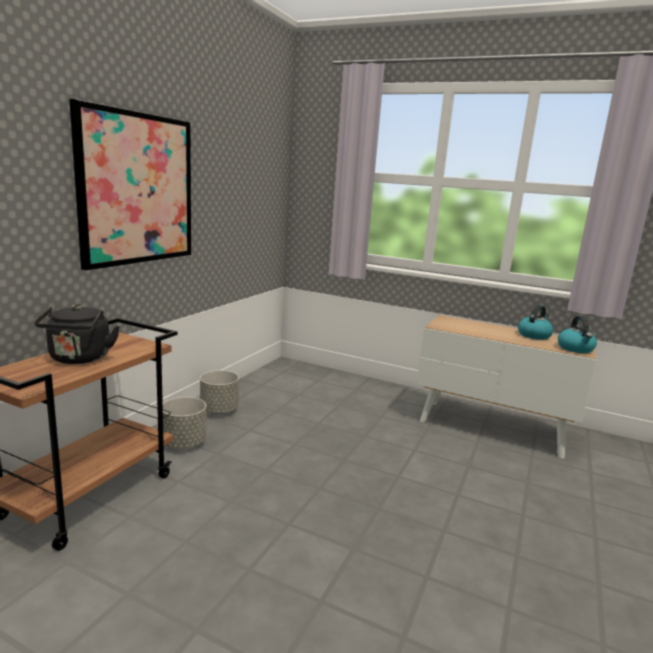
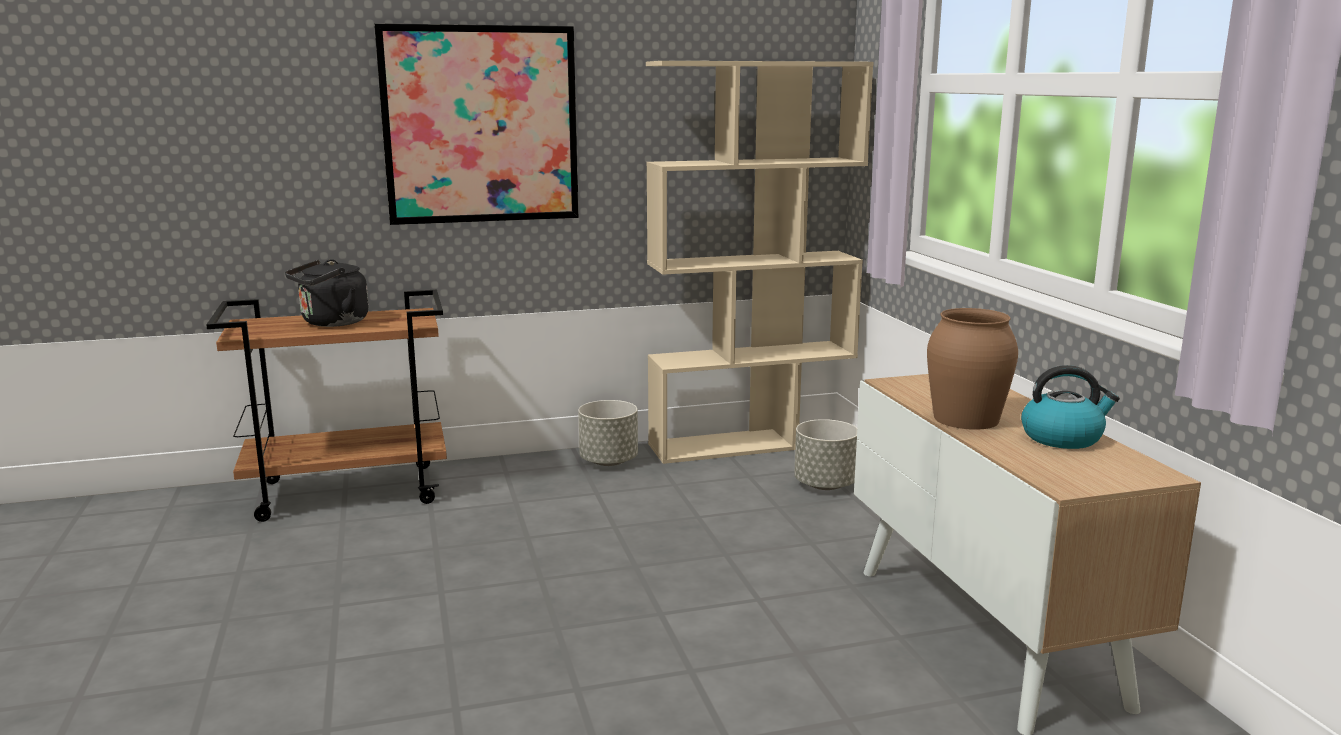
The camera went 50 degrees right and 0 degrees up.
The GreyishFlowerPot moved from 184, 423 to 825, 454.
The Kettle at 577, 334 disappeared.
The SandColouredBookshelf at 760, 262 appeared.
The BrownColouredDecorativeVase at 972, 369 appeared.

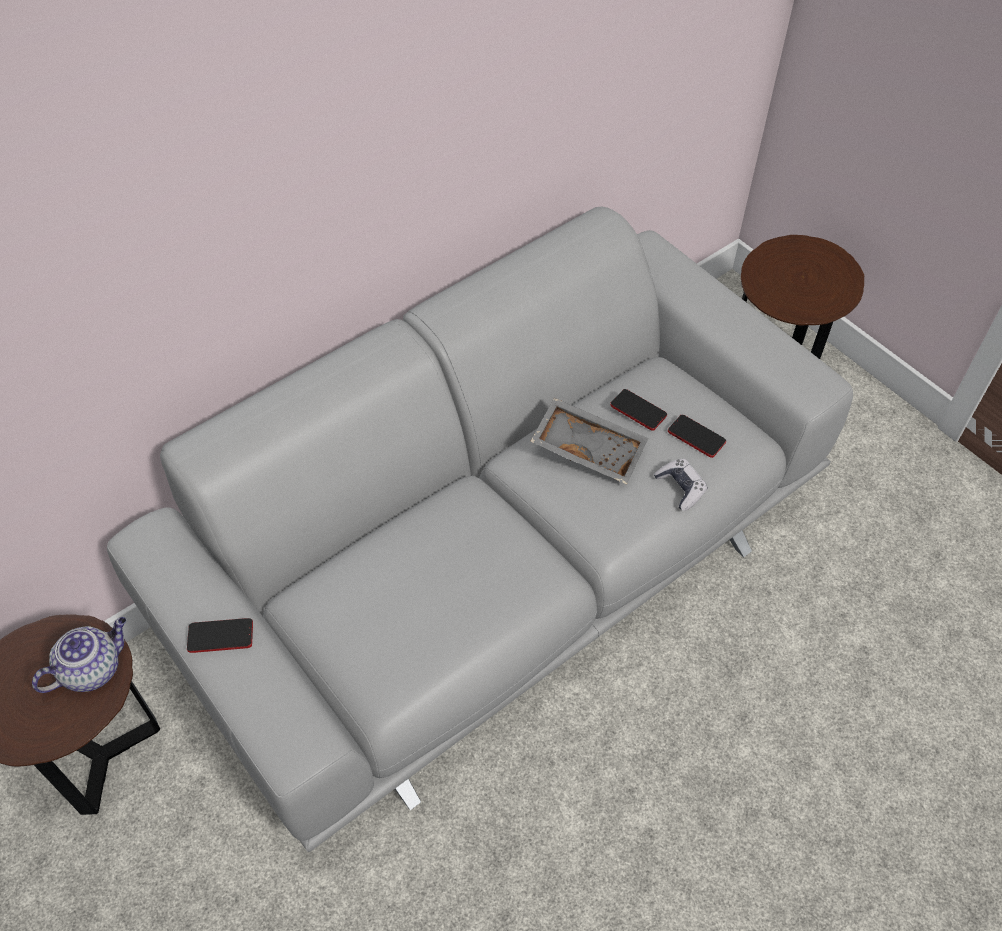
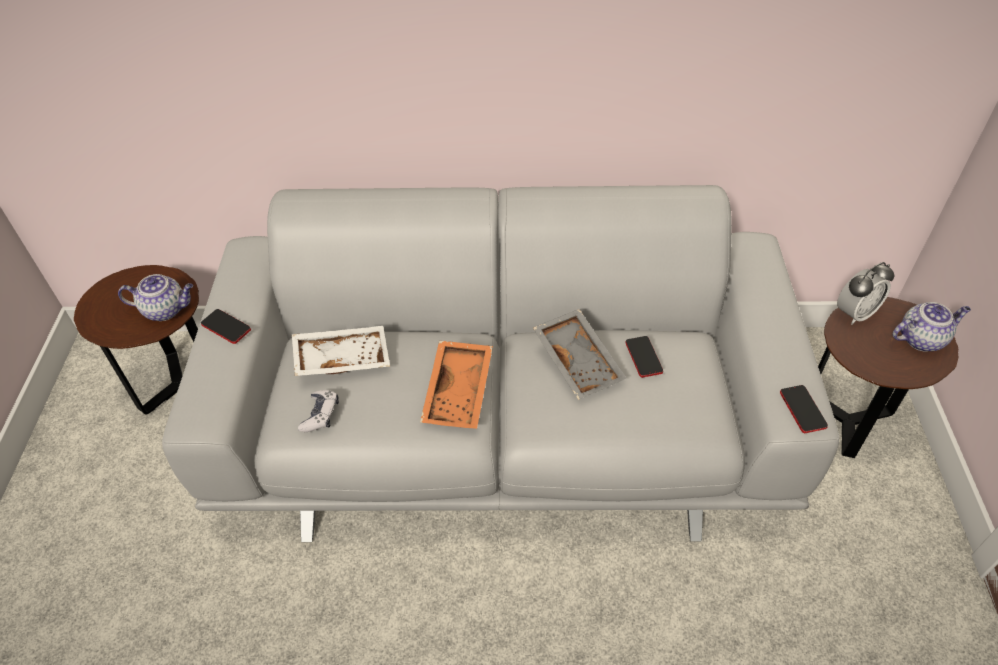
The camera went 40 degrees right and 5 degrees down.
The Joypad moved from 680, 485 to 318, 411.
The Telephone moved from 697, 436 to 804, 409.
The WhiteCarryingTray at 341, 351 appeared.
The OrangeColouredCarryingTray at 456, 385 appeared.
The BedsideClock at 865, 293 appeared.
The PotForTea at 932, 327 appeared.

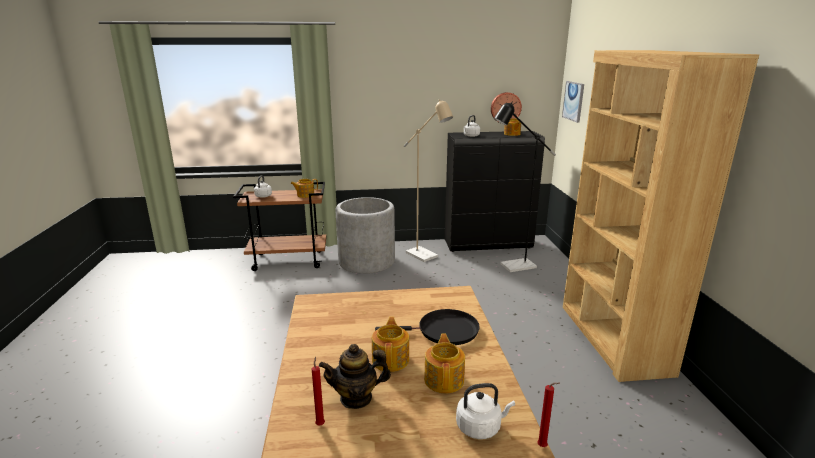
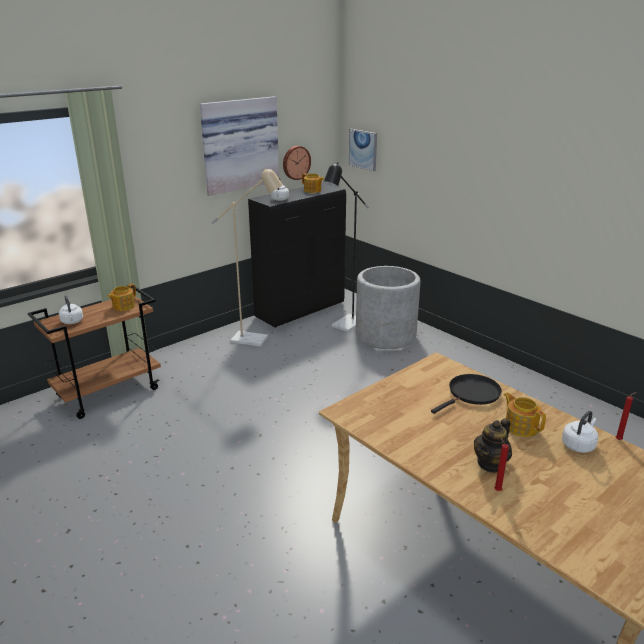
The camera went 35 degrees left and 5 degrees up.
The GreyishFlowerPot moved from 365, 235 to 388, 307.
The PotForTea at 390, 344 disappeared.
The BrownColouredBookshelf at 661, 216 disappeared.
The WallPicture at 239, 146 appeared.

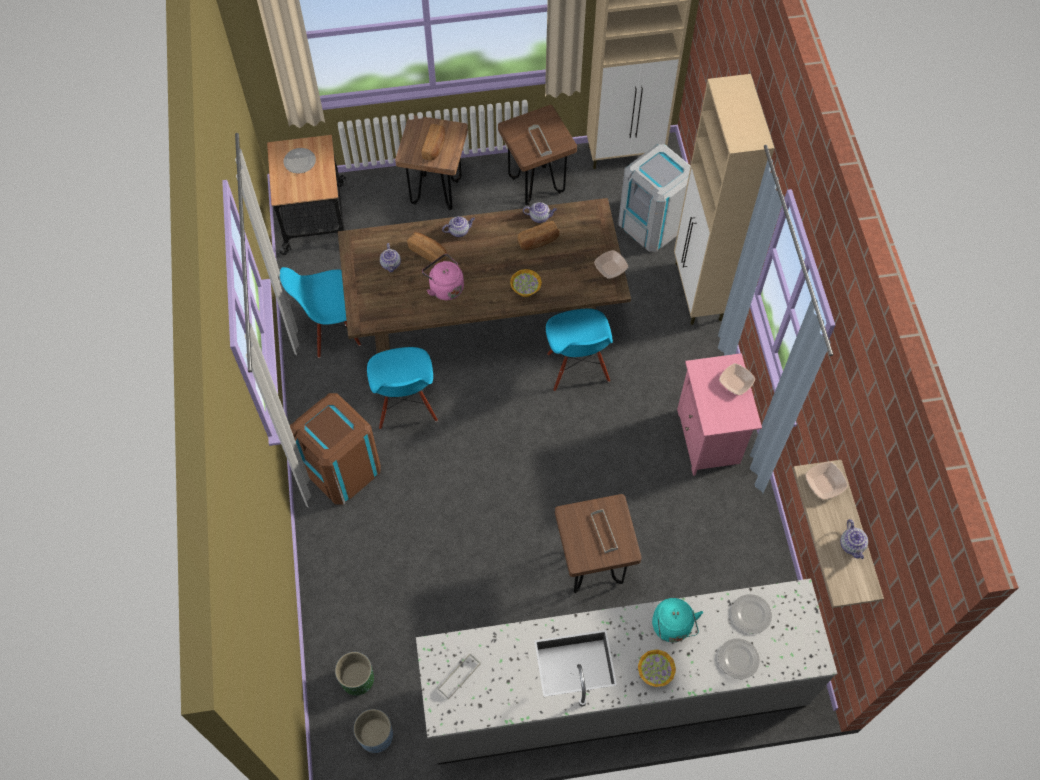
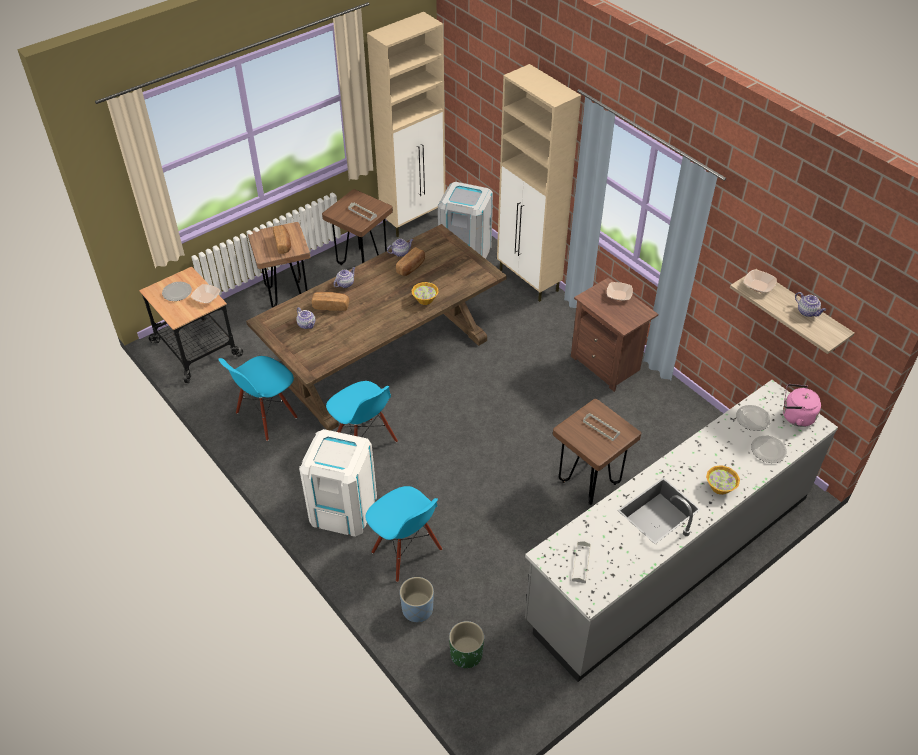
The camera went 30 degrees left and 15 degrees down.
The BrownColouredWasteBin at 335, 449 became the WhiteWasteBin at 338, 483.
The BlueFlowerPot moved from 373, 731 to 417, 600.
The PinkColouredKettle moved from 443, 277 to 802, 405.
The BlueUprightChair moved from 579, 350 to 403, 534.
The DeepDish moved from 611, 264 to 205, 293.
The BlueGreenKettle at 677, 620 disappeared.
The PinkColouredNightTable at 719, 414 became the BrownColouredNightTable at 614, 334.

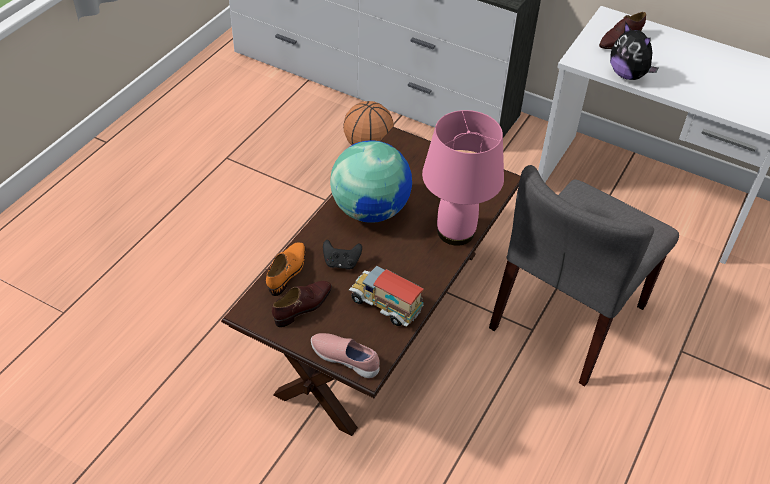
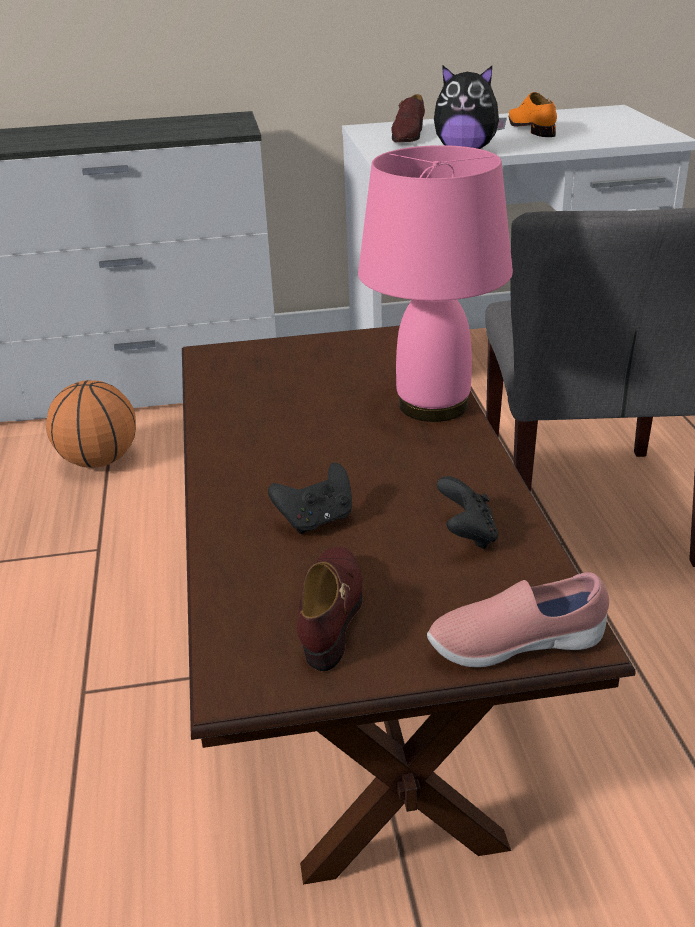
The camera went 35 degrees left and 15 degrees down.
The OrangeColouredLowShoe moved from 285, 269 to 533, 114.
The WorldGlobe at 371, 181 disappeared.
The ToyTruck at 386, 296 was replaced by the BlackJoypad at 467, 512.

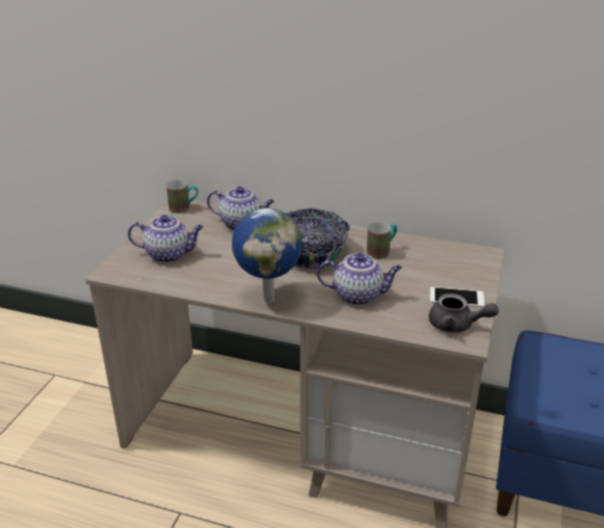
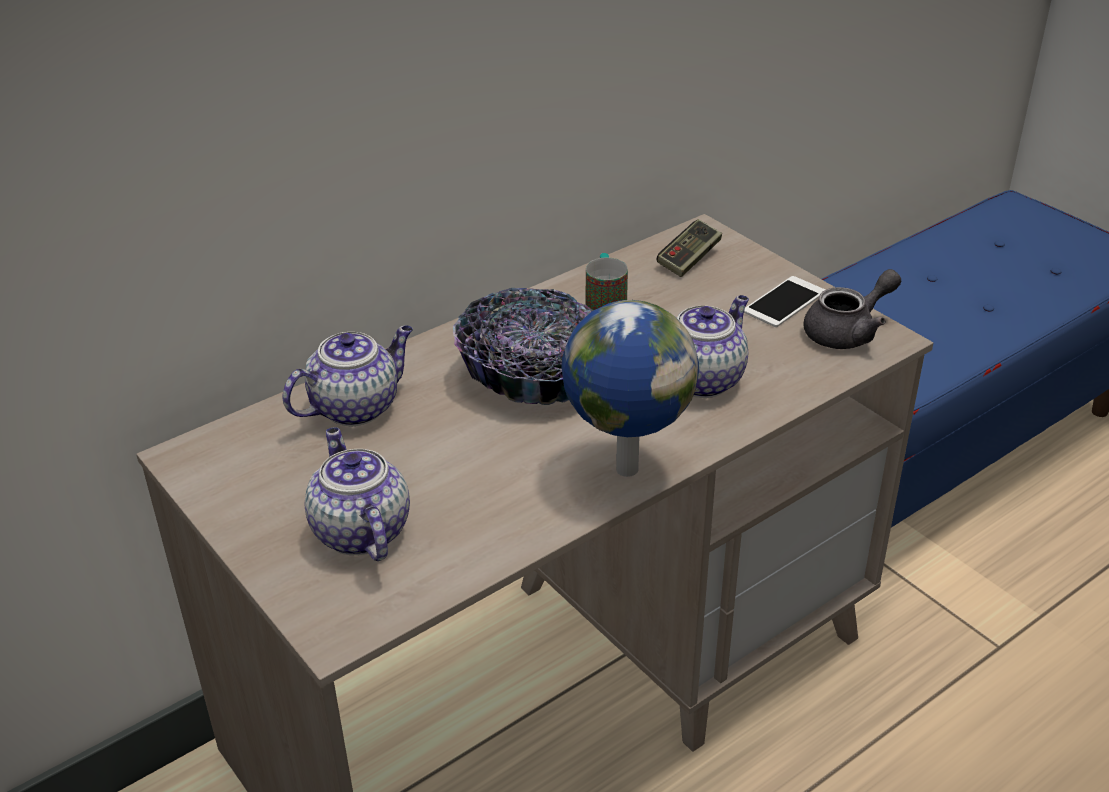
The camera went 55 degrees left and 5 degrees up.
The PotForTea at 165, 239 turned 60 degrees counterclockwise.
The CoffeeMug at 182, 196 disappeared.
The Joypad at 689, 248 appeared.

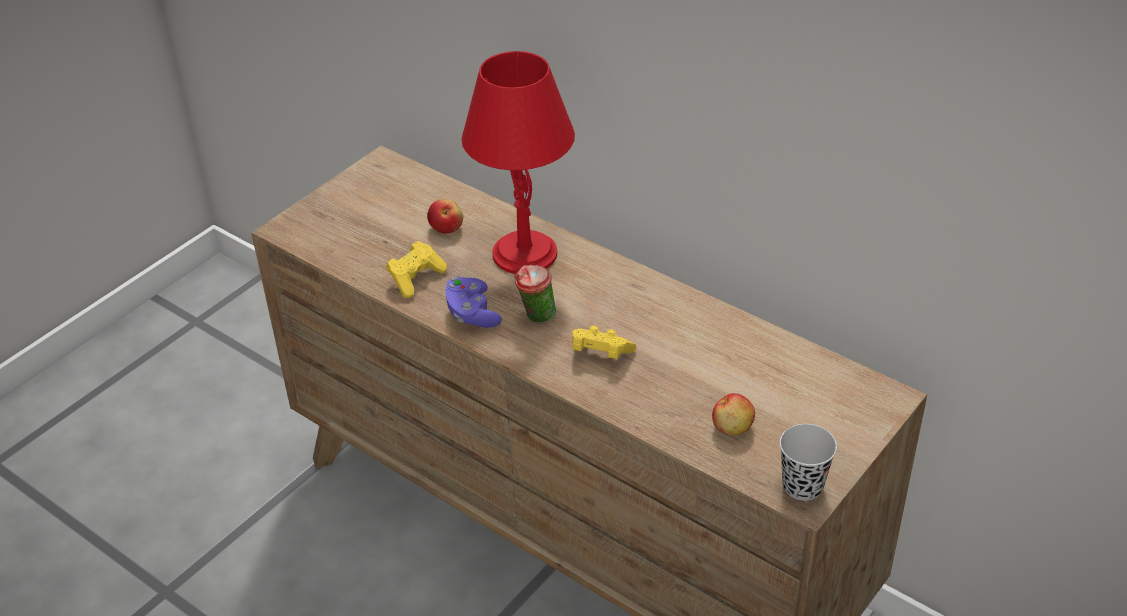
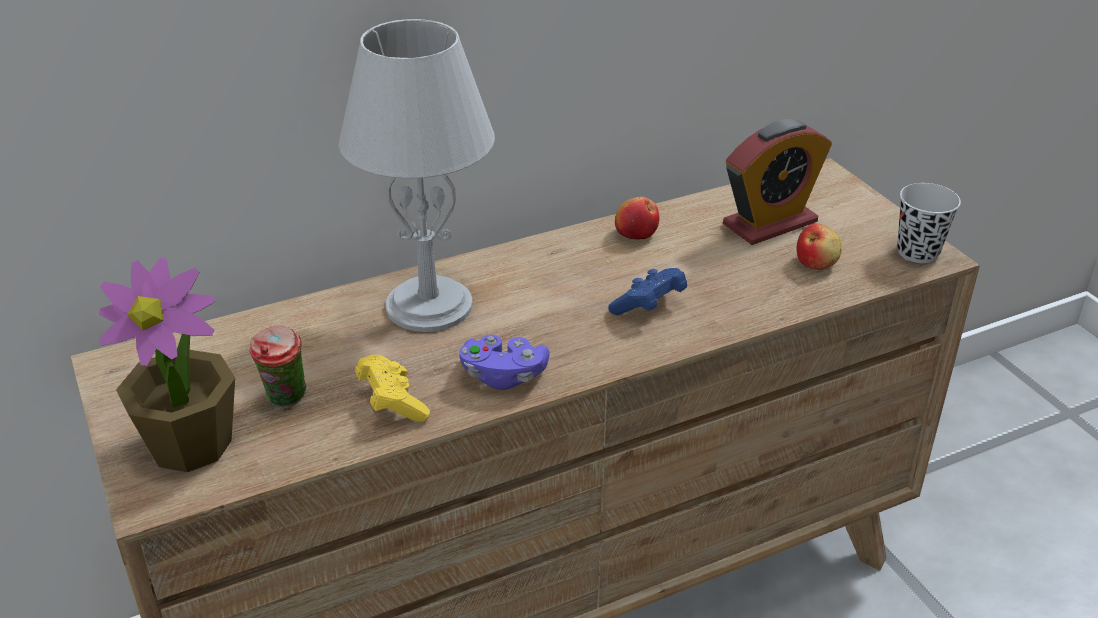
The camera went 65 degrees left and 5 degrees down.
The WholeApple moved from 445, 216 to 637, 218.
The RedTabletopLamp at 518, 162 became the GreyishTabletopLamp at 416, 175.
The SmallCup moved from 535, 294 to 277, 366.
The YellowishJoypad at 604, 342 became the BlueJoypad at 647, 291.
The PlantInAPot at 166, 365 appeared.
The BedsideClock at 777, 182 appeared.

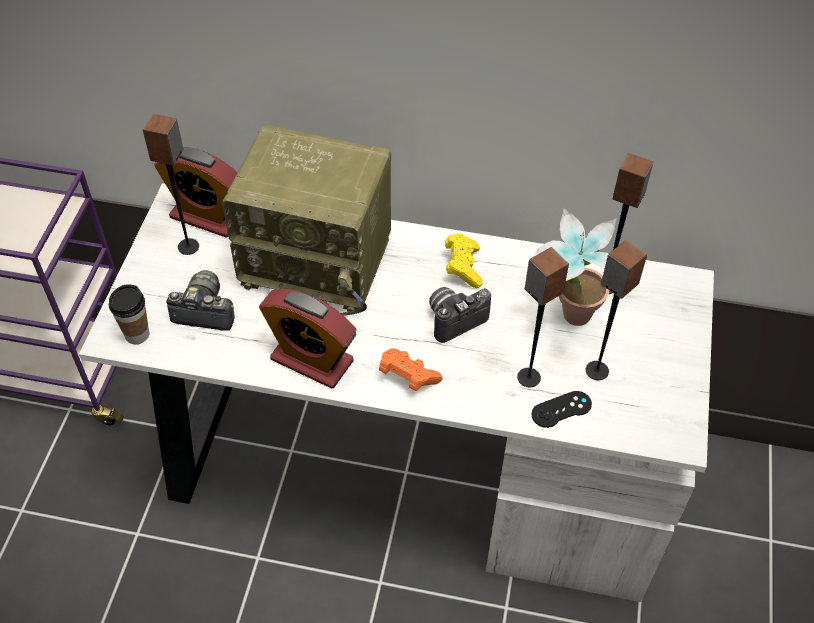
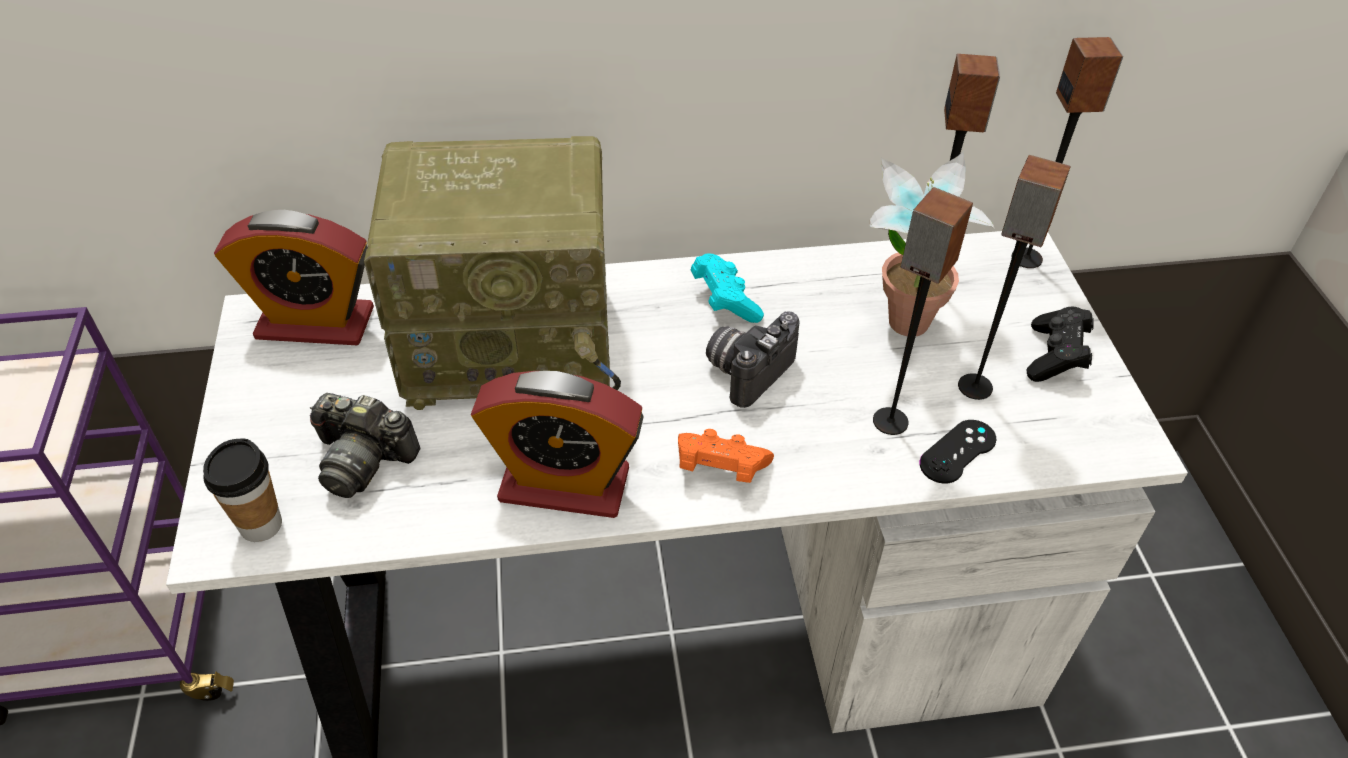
The camera went 20 degrees left and 5 degrees down.
The Speaker moved from 171, 184 to 1068, 152.
The PhotoCamera at 200, 300 turned 150 degrees counterclockwise.
The YellowishJoypad at 464, 260 became the BlueGreenJoypad at 727, 288.
The BlackJoypad at 1060, 344 appeared.

